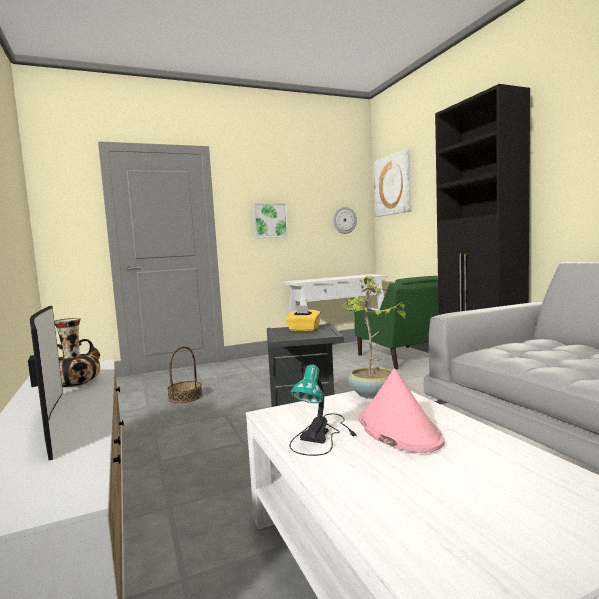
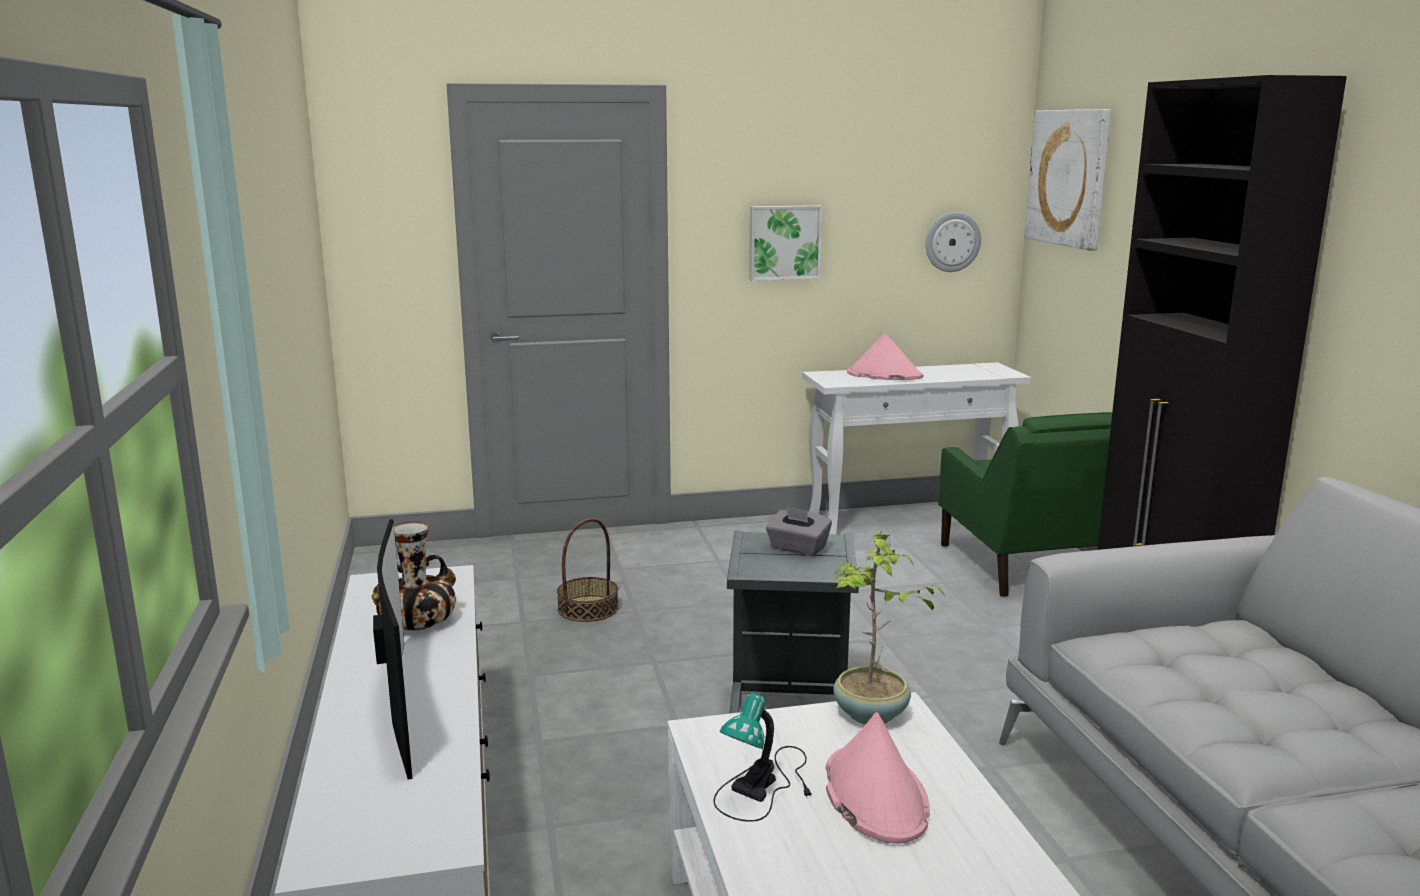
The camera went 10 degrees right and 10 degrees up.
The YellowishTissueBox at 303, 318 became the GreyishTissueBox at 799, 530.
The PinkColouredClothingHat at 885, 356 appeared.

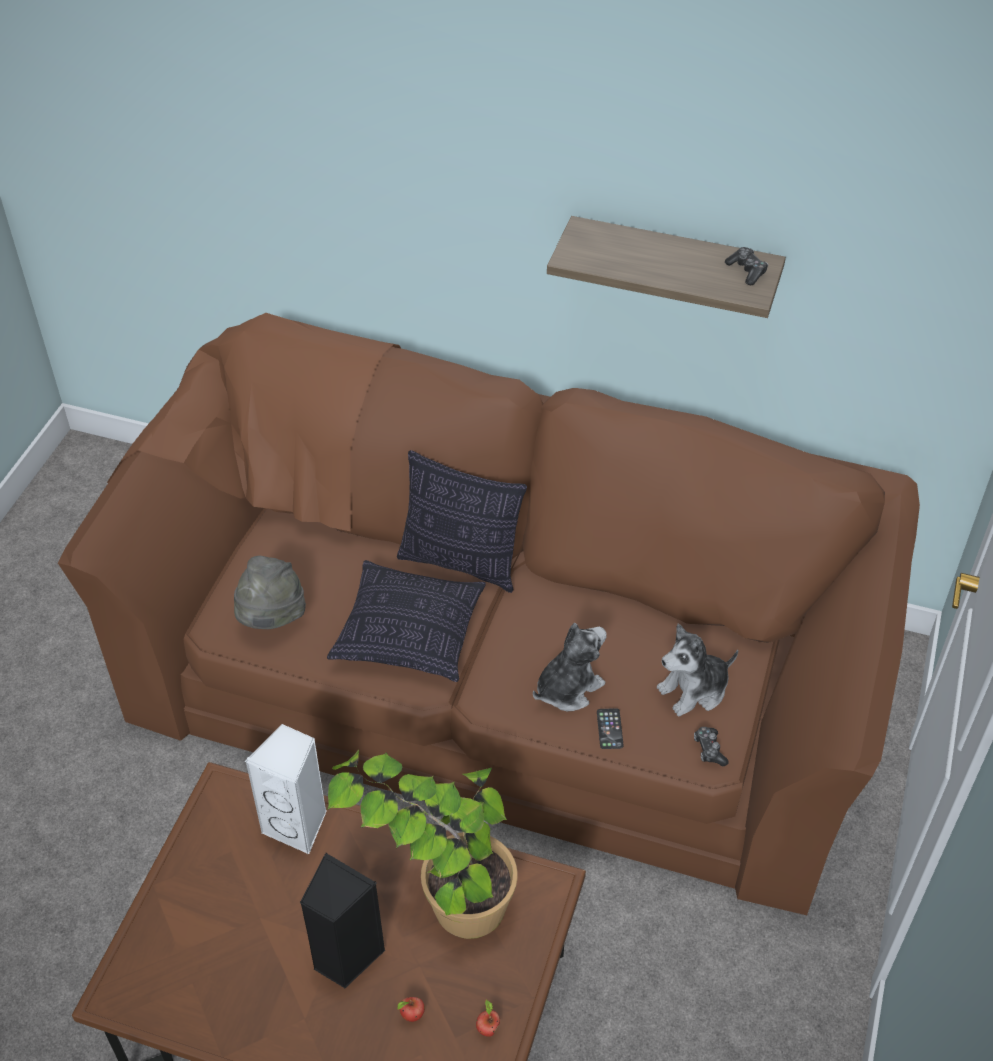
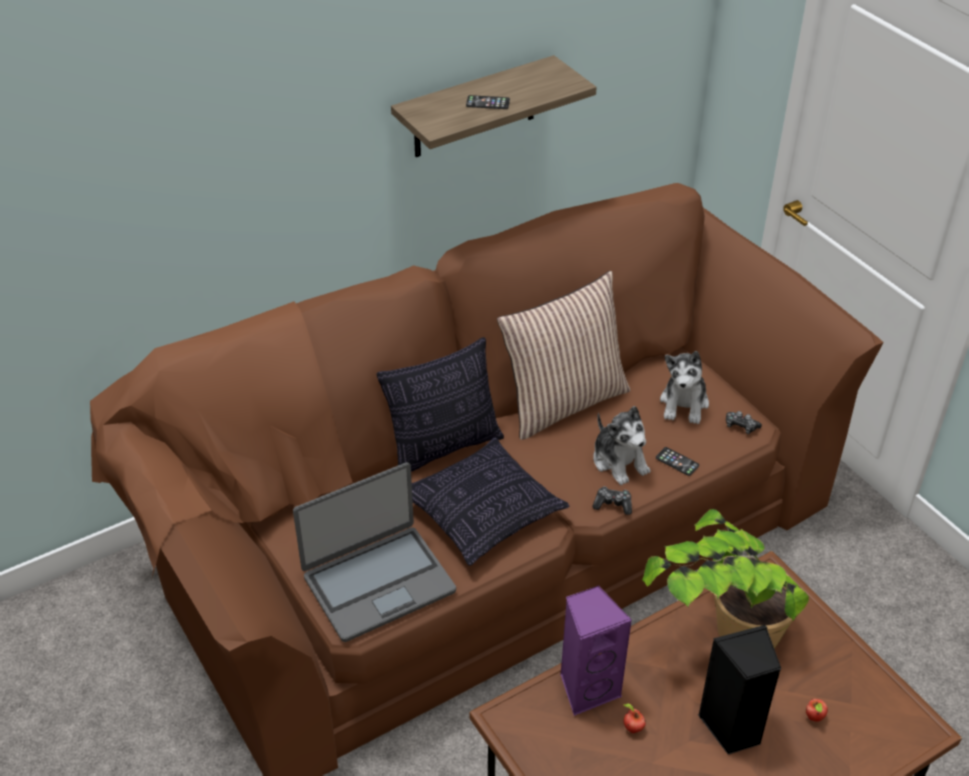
The camera went 50 degrees left and 5 degrees down.
The GreyishClothingHat at 270, 592 was replaced by the NotebookComputer at 374, 552.
The WhiteSpeaker at 286, 789 became the PurpleColouredSpeaker at 596, 650.
The WholeApple moved from 488, 1018 to 635, 718.
The SoftToy at 570, 667 turned 150 degrees clockwise.
The Joypad moved from 746, 266 to 612, 501.
The Telephone at 488, 102 appeared.
The ThrowPillow at 563, 355 appeared.

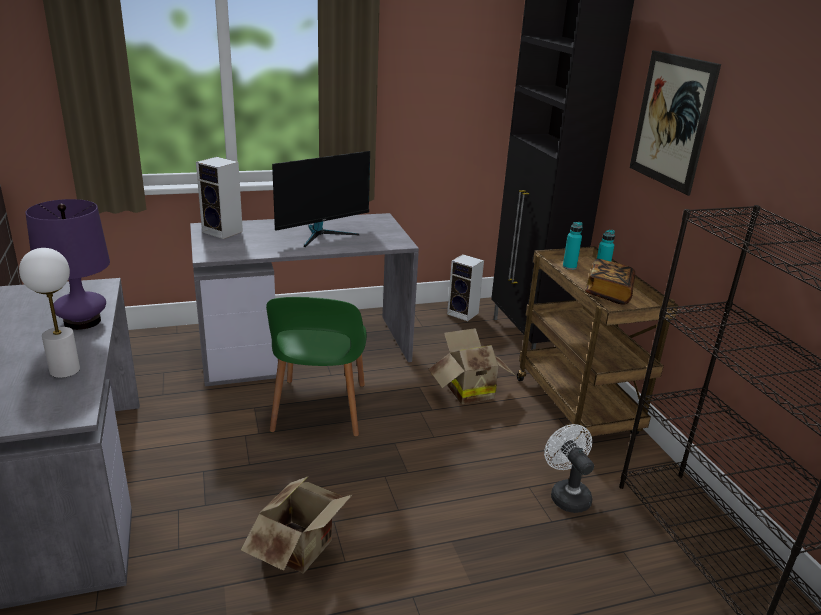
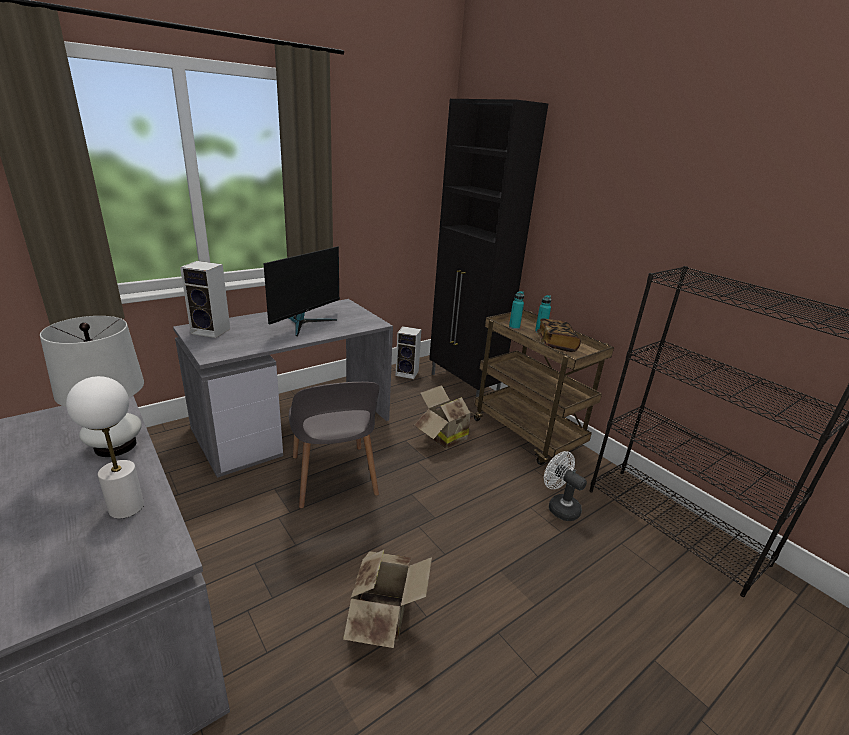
The camera went 20 degrees left and 0 degrees up.
The PurpleColouredTabletopLamp at 67, 264 became the WhiteTabletopLamp at 92, 386.
The GreenishUprightChair at 316, 367 became the GreyishUprightChair at 334, 445.
The WallPicture at 675, 123 disappeared.

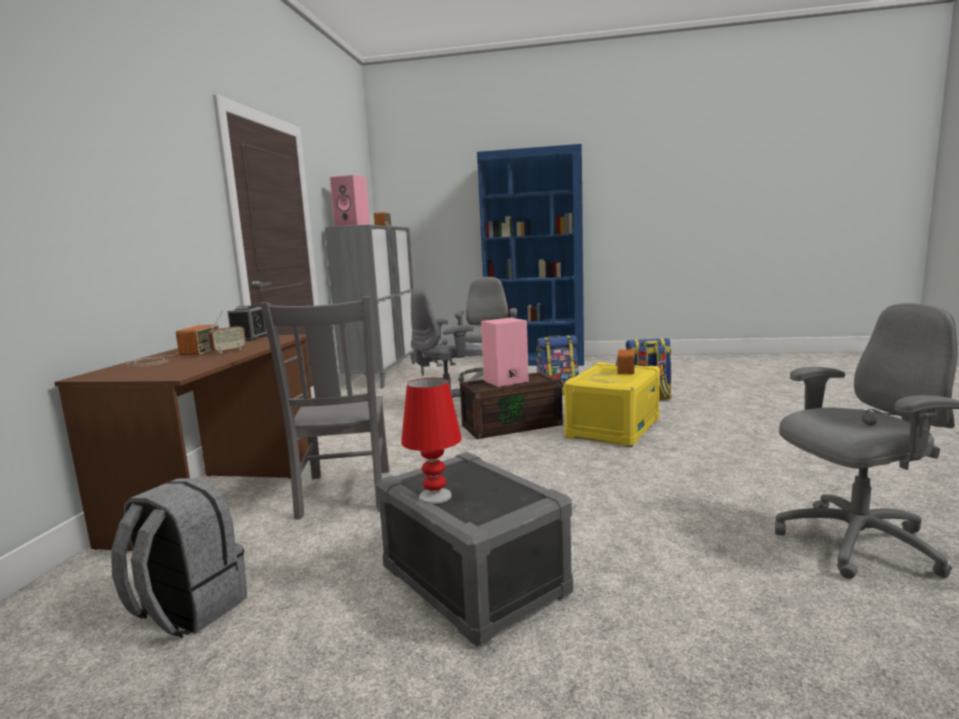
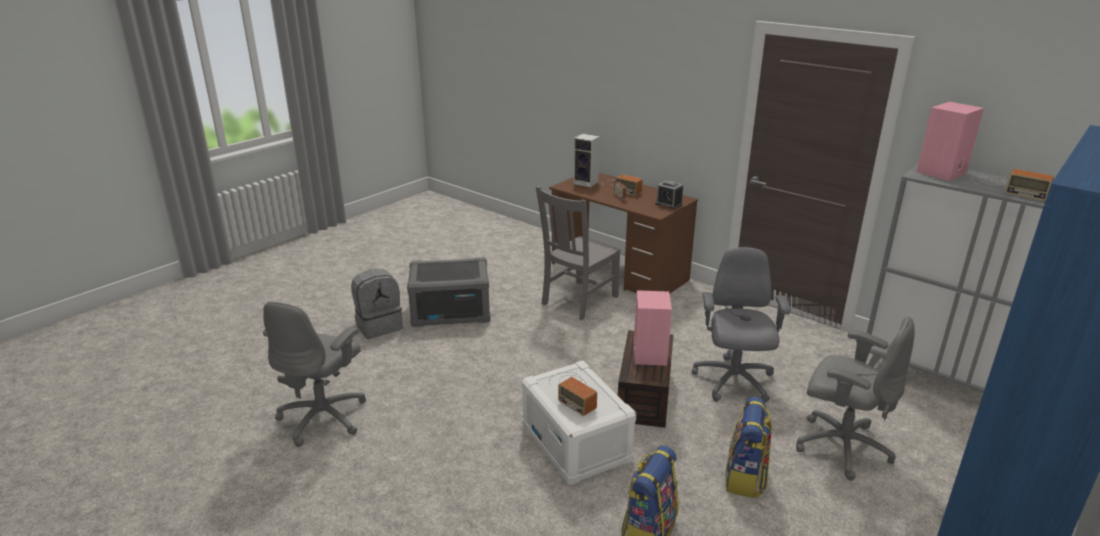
The camera went 120 degrees right and 15 degrees up.
The GreyishBackpack moved from 179, 558 to 377, 304.
The GreyishUprightChair at 324, 408 turned 75 degrees counterclockwise.
The RedTabletopLamp at 431, 441 disappeared.
The YellowishStorageBin at 612, 404 became the WhiteStorageBin at 579, 422.
The Speaker at 586, 160 appeared.

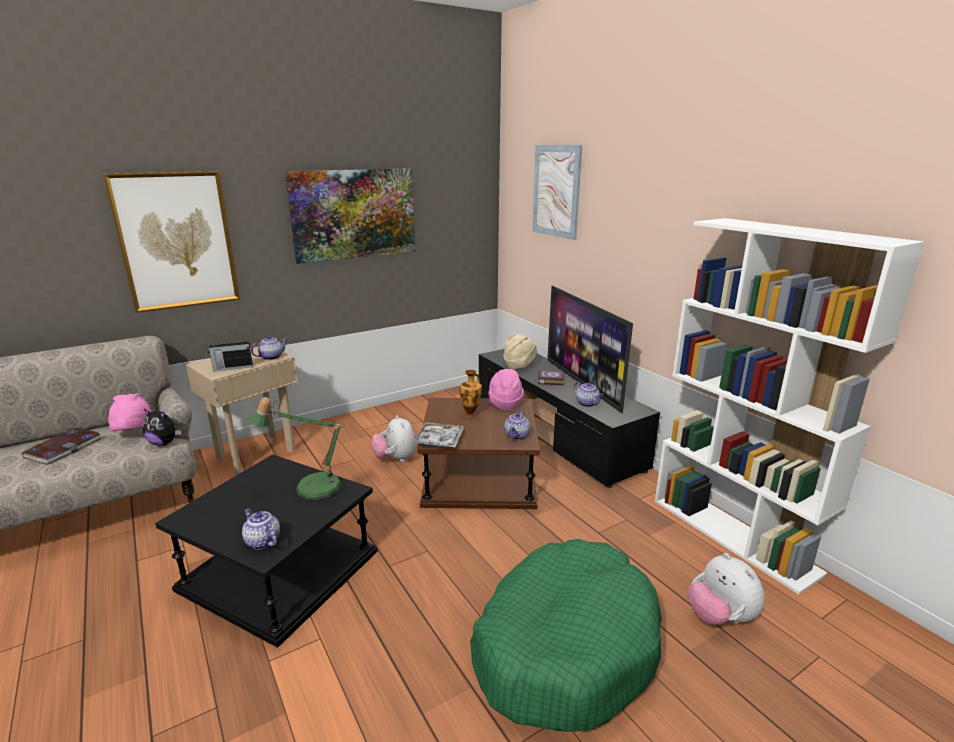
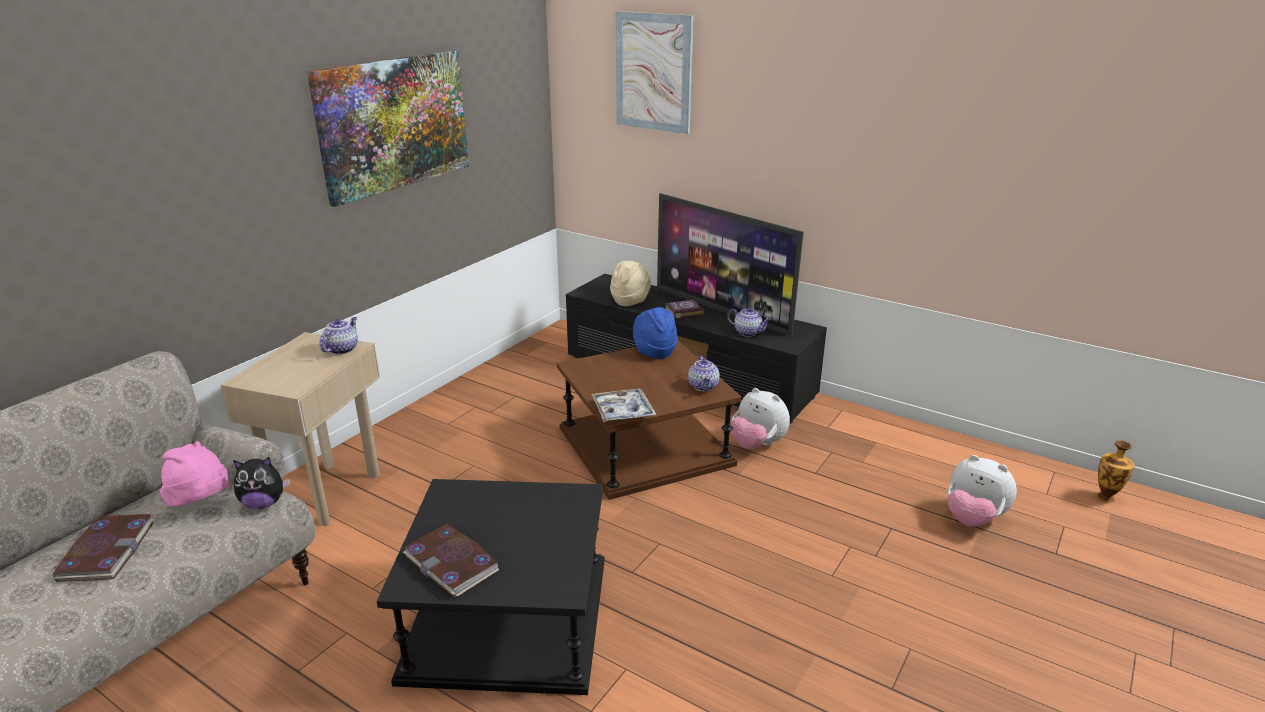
The camera went 25 degrees left and 5 degrees up.
The WallPicture at 171, 242 disappeared.
The RadioReceiver at 230, 353 disappeared.
The PotForTea at 261, 529 disappeared.
The TabletopLamp at 296, 449 disappeared.
The SoftToy moved from 394, 438 to 760, 418.
The DecorativeVase moved from 471, 394 to 1115, 471.
The GreenishDogCushion at 566, 635 disappeared.
The PinkColouredClothingHat at 506, 389 became the BlueClothingHat at 655, 333.
The WhiteBookshelf at 790, 406 disappeared.
The BoundBook at 451, 561 appeared.

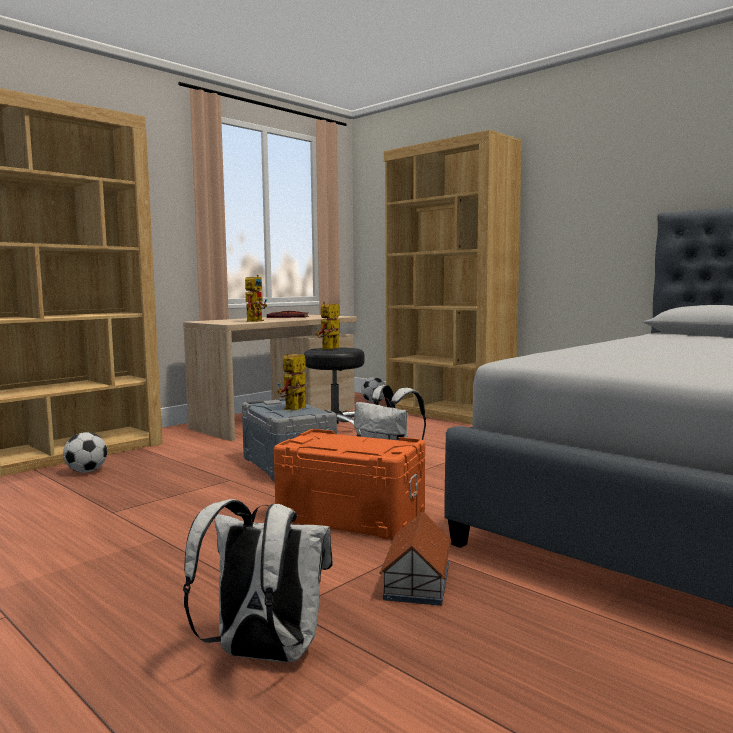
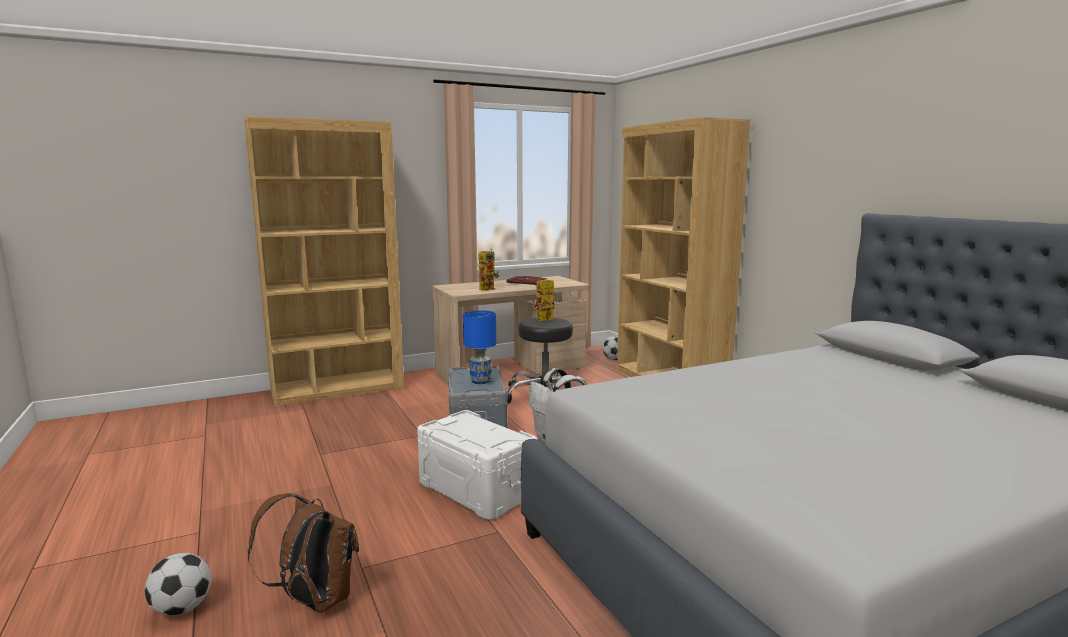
The camera went 20 degrees right and 5 degrees up.
The Football moved from 85, 452 to 178, 584.
The WhiteBackpack at 258, 581 became the BrownColouredBackpack at 303, 553.
The OrangeColouredStorageBin at 349, 484 became the WhiteStorageBin at 477, 465.
The ModelRobot at 291, 381 was replaced by the BlueTabletopLamp at 479, 347.
The ModelHouse at 415, 558 disappeared.

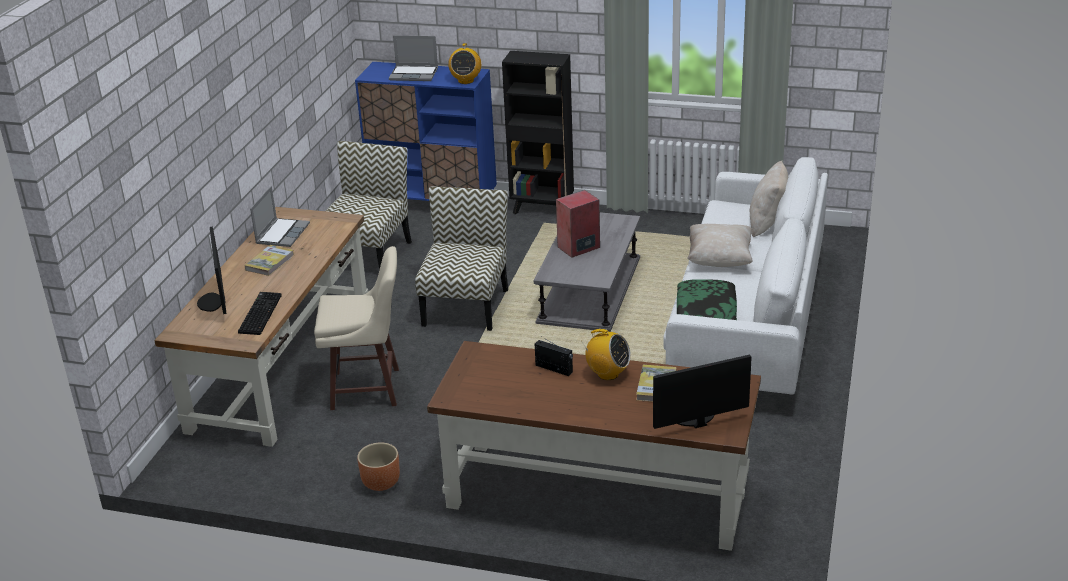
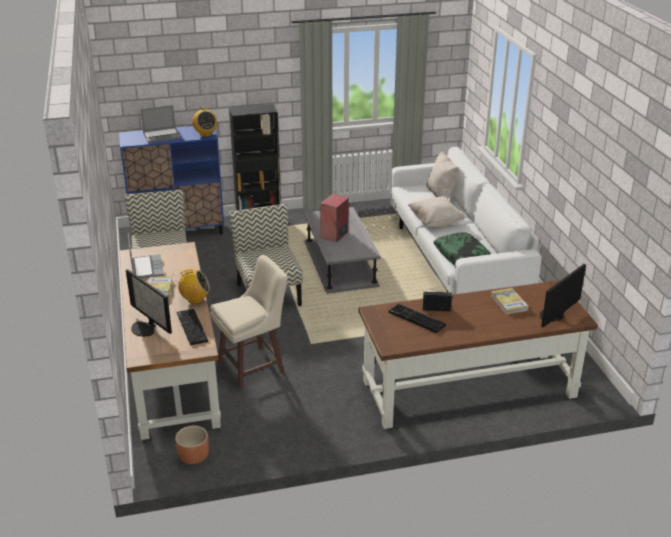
The camera went 30 degrees left and 0 degrees up.
The BrownColouredFlowerPot moved from 378, 466 to 192, 445.
The RadioReceiver moved from 606, 354 to 192, 286.
The PcKeyboard at 417, 318 appeared.

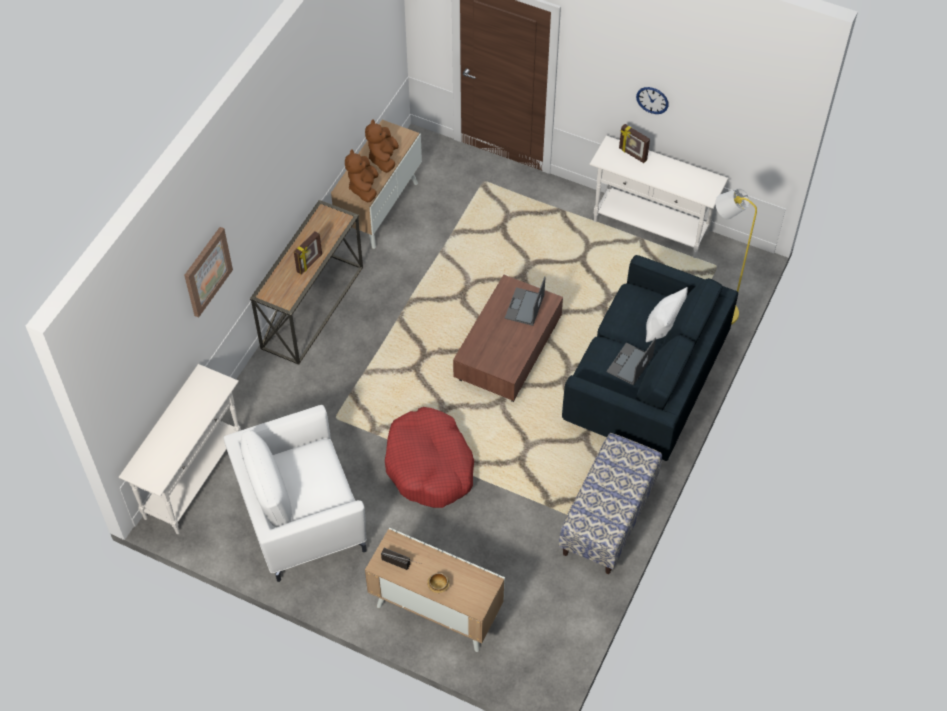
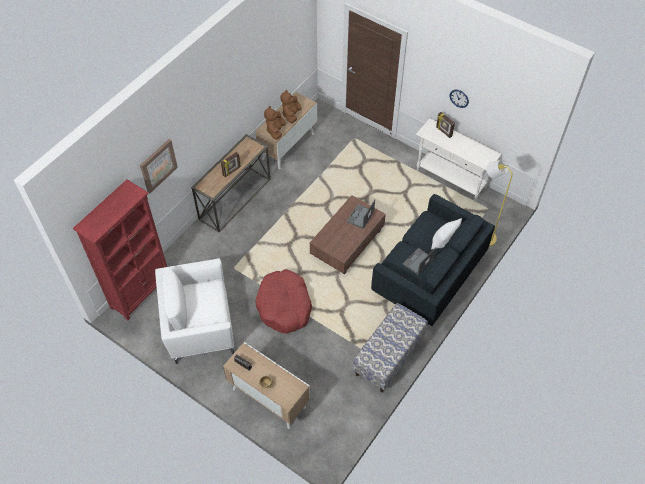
The camera went 10 degrees right and 0 degrees up.
The WhiteConsoleTable at 180, 449 was replaced by the RedBookshelf at 120, 249.

